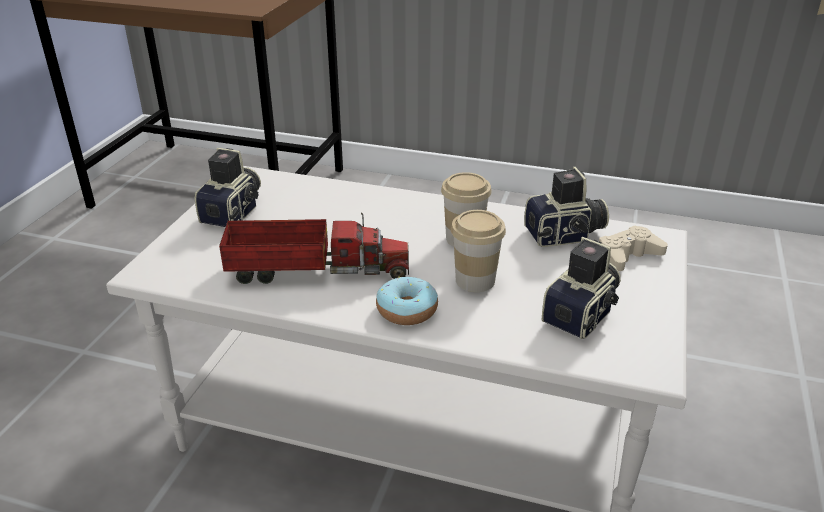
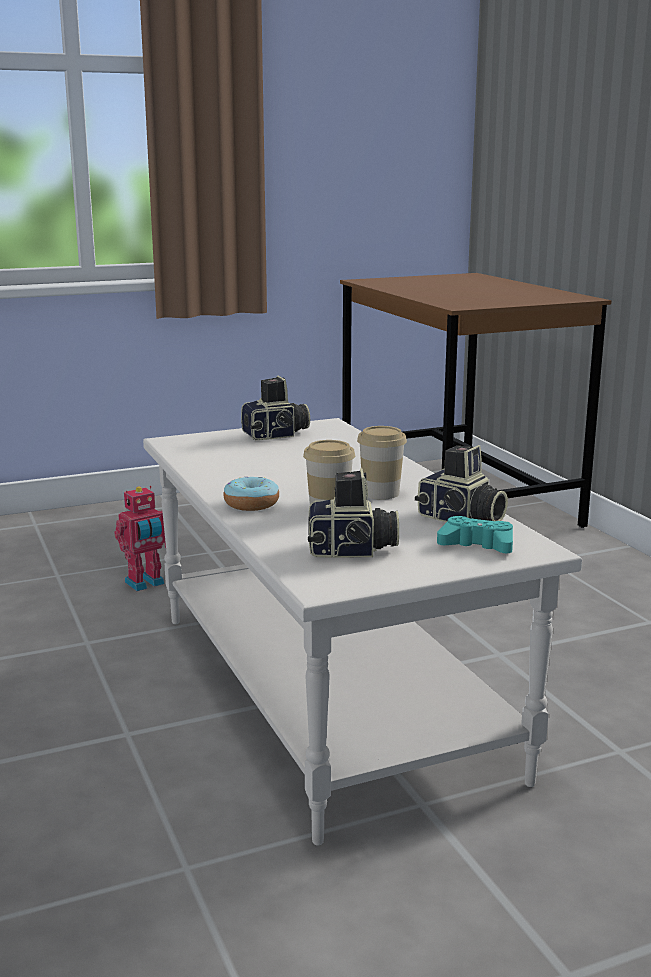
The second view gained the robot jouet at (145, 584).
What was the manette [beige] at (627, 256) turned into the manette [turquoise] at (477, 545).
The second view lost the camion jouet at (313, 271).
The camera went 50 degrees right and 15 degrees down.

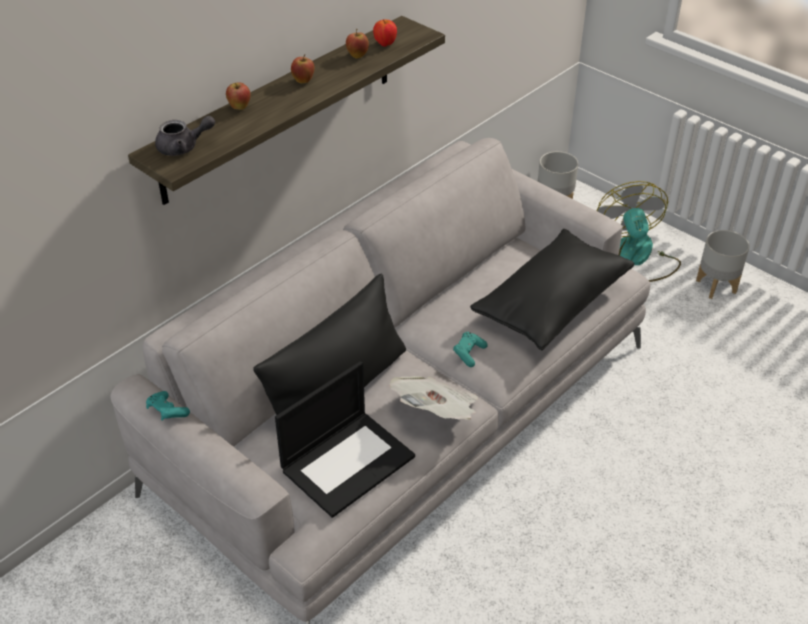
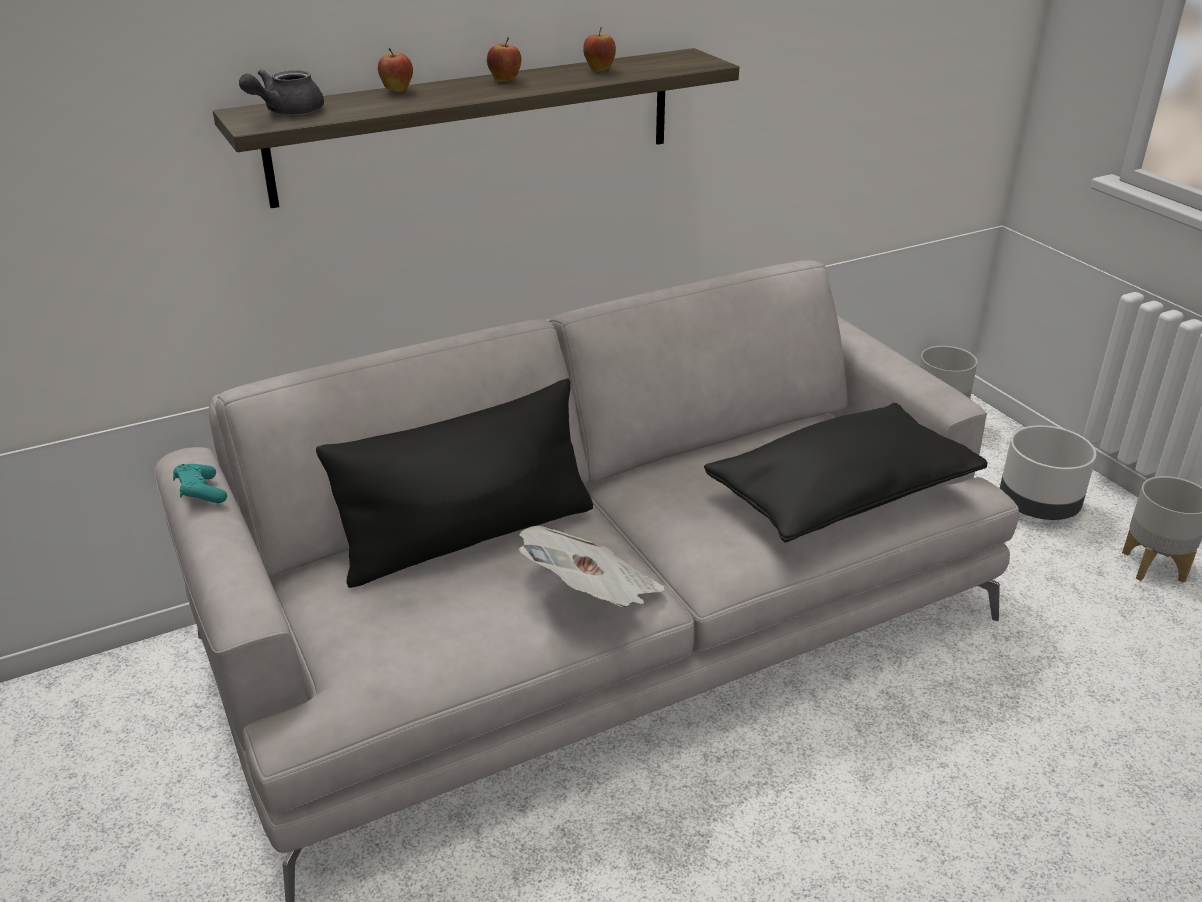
The théière [gris] at (183, 147) ended up facing another way, 120 degrees clockwise from before.
Where the ventilateur stood at (637, 258), the cache-pot [gris] came to stand at (1037, 506).
The second view lost the ordinateur portable at (348, 462).
The second view lost the pomme at (385, 44).
The second view lost the manette [turquoise] at (468, 353).
The camera went 20 degrees right and 10 degrees down.

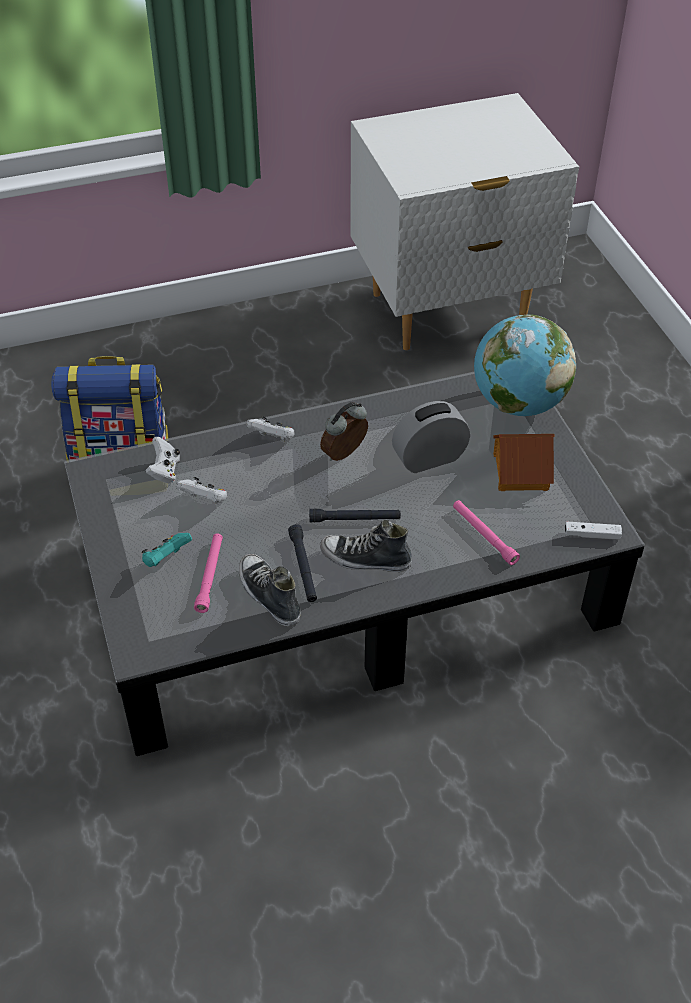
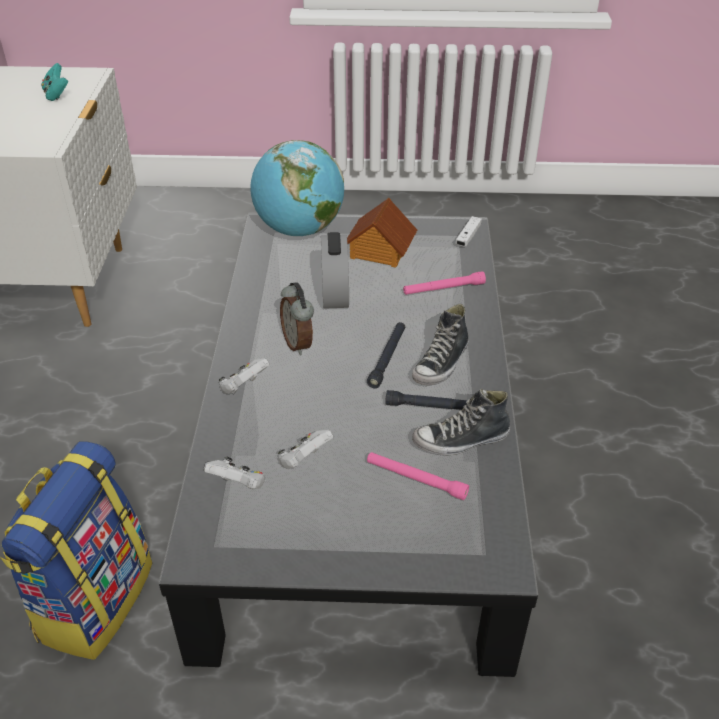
The manette [turquoise] ended up elsewhere, having gone from (166, 559) to (56, 94).
The camera went 70 degrees left and 5 degrees down.

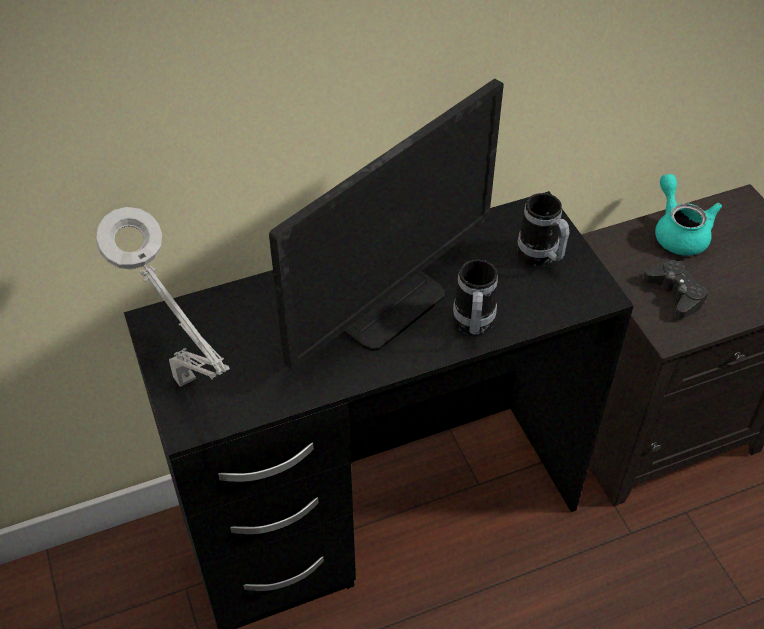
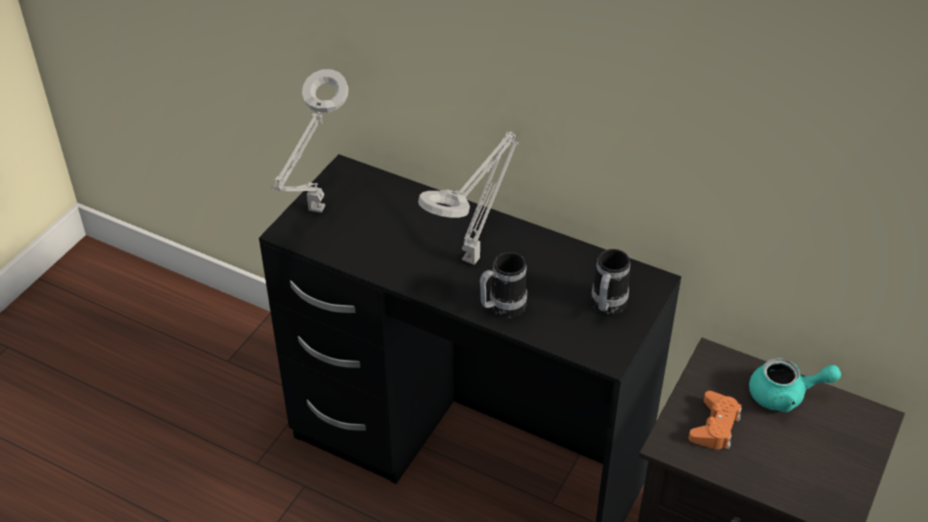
Where the écran d'ordinateur stood at (386, 304), the lampe de table [gris] came to stand at (473, 257).
What was the manette [noir] at (675, 293) turned into the manette [orange] at (715, 426).
The théière [turquoise] at (679, 232) ended up facing another way, 60 degrees clockwise from before.
The camera went 50 degrees right and 5 degrees down.

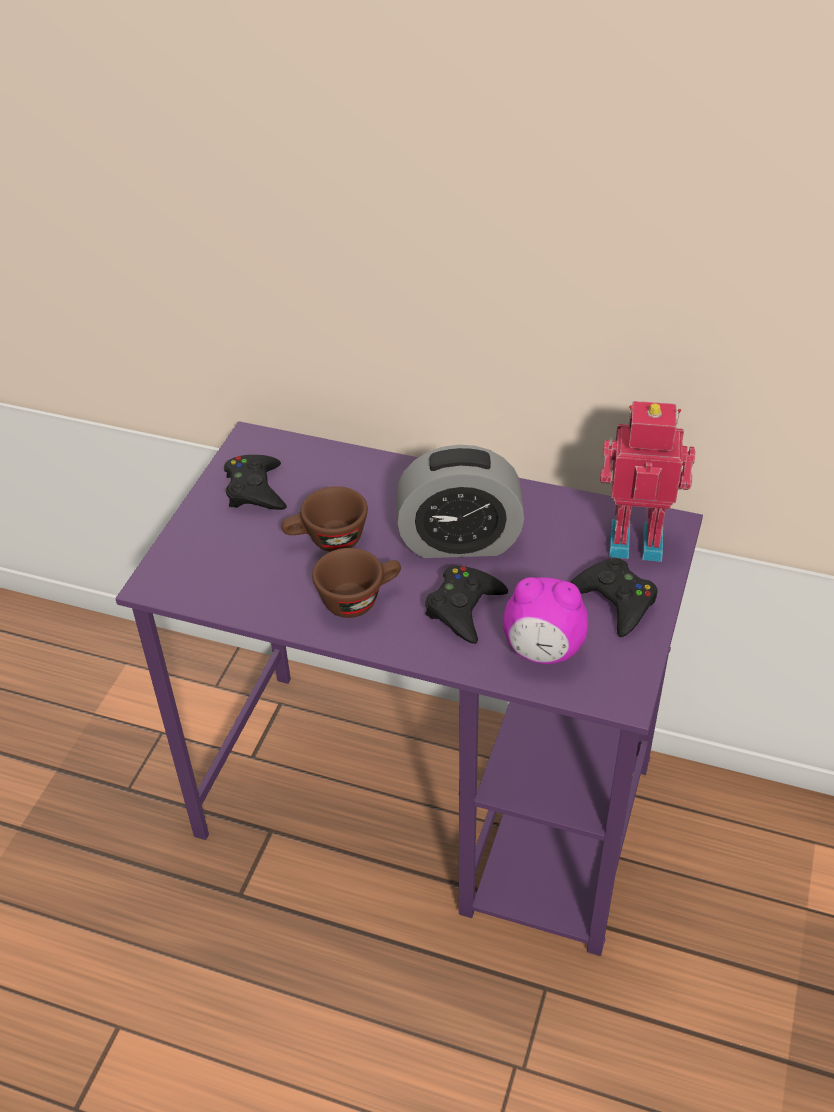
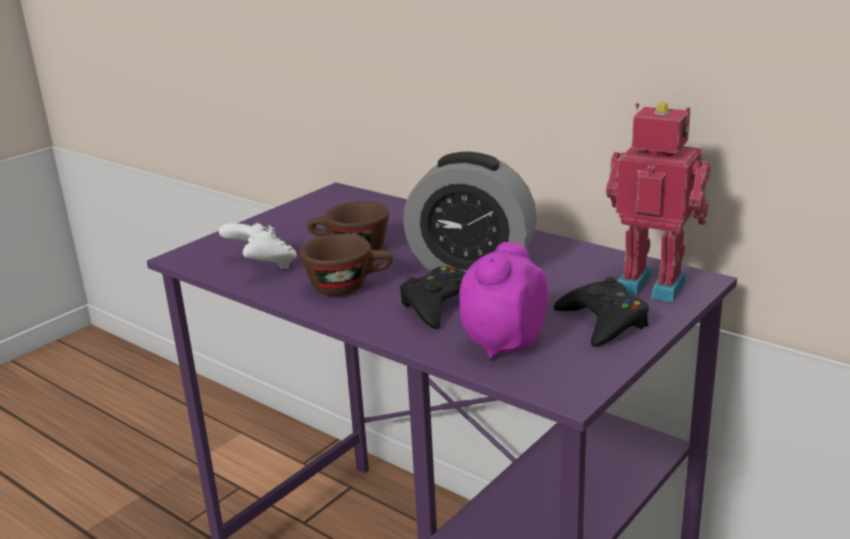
The second view gained the manette [blanc] at (262, 265).
The réveil at (543, 651) ended up facing another way, 90 degrees clockwise from before.
The second view lost the manette [noir] at (255, 489).
The camera went 20 degrees right and 20 degrees down.

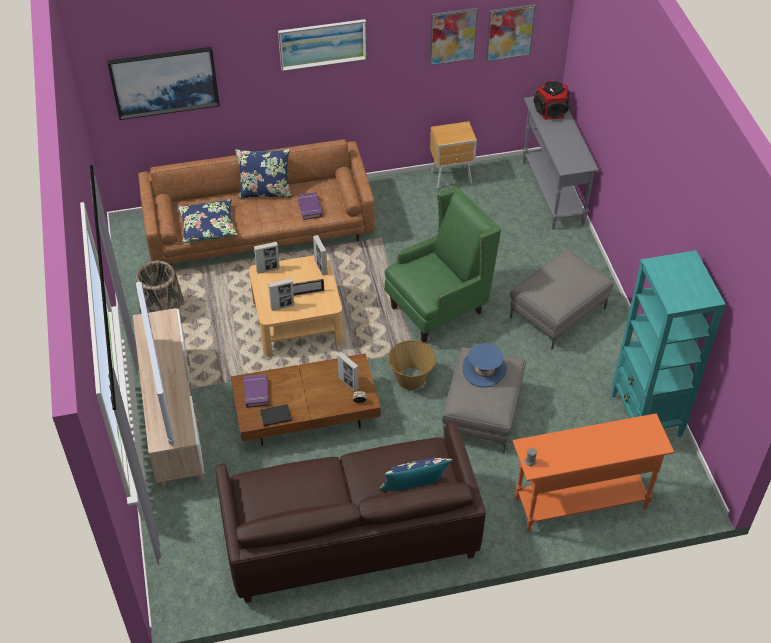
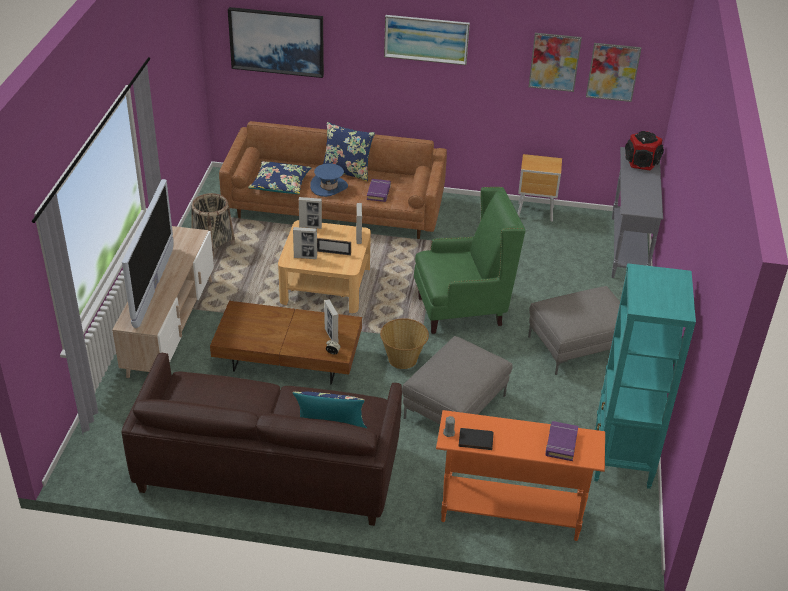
The chapeau [bleu] ended up elsewhere, having gone from (484, 370) to (329, 187).
The livre [noir] ended up elsewhere, having gone from (275, 415) to (476, 439).
The livre [violet] ended up elsewhere, having gone from (256, 392) to (561, 443).
The camera went 20 degrees right and 10 degrees down.

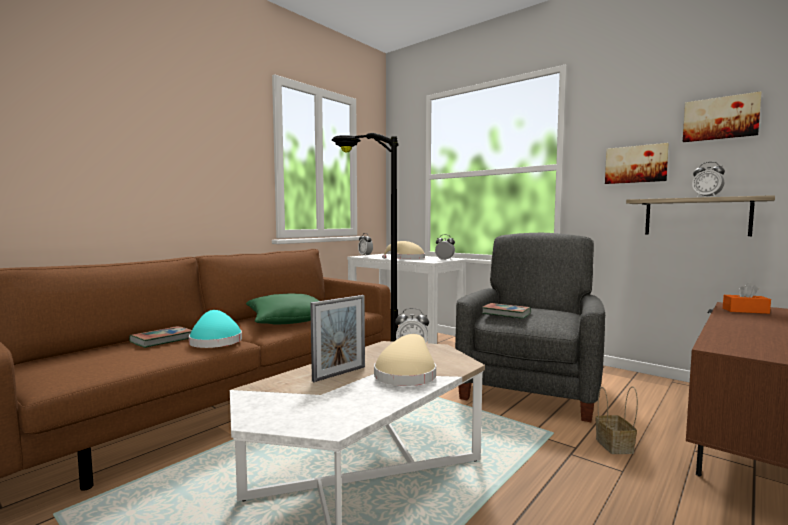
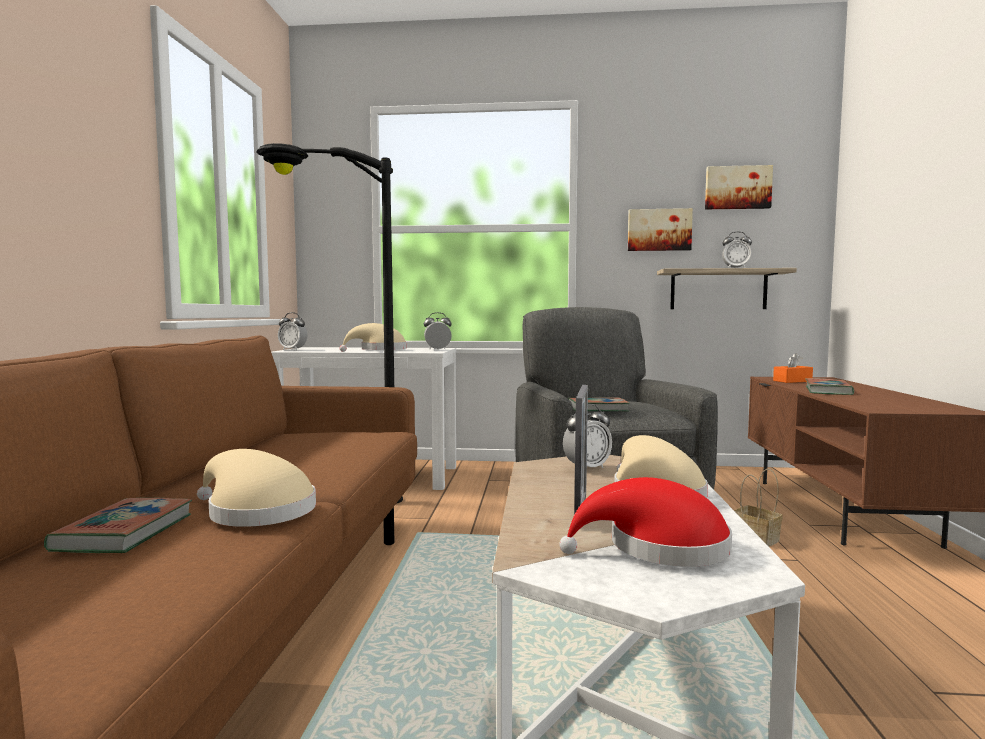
What was the chapeau [turquoise] at (215, 341) turned into the chapeau [beige] at (256, 511).
The second view gained the chapeau [rouge] at (658, 548).
The second view gained the livre at (828, 391).
The second view lost the coussin [vert] at (289, 321).
The camera went 35 degrees left and 0 degrees up.

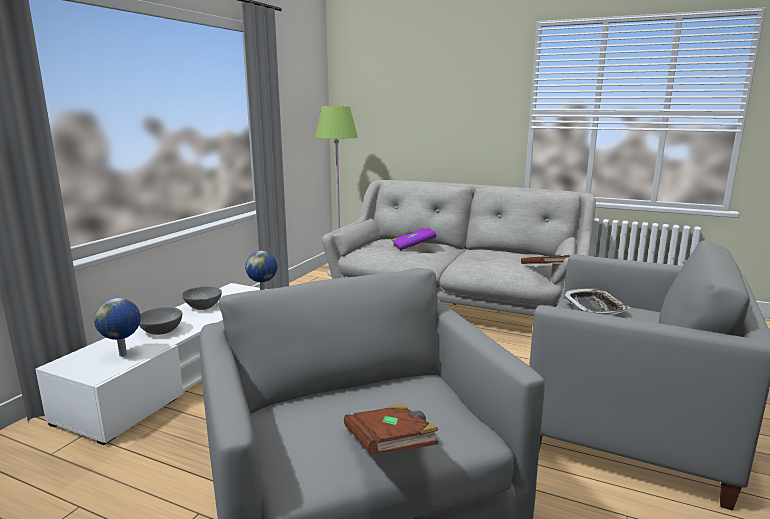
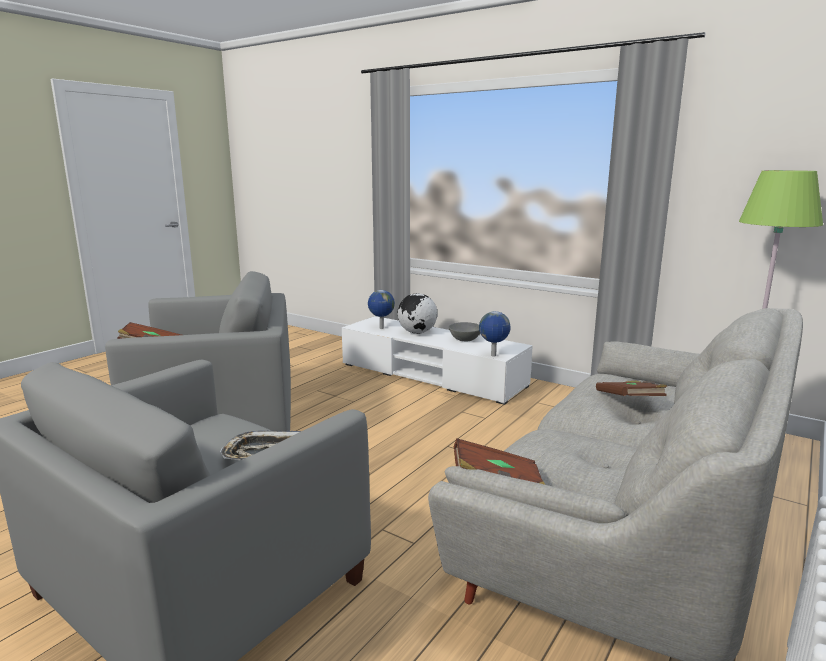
Where the bol [gris] stood at (161, 331), the globe came to stand at (417, 333).
What was the livre [violet] at (413, 246) turned into the livre [marron] at (629, 402).
The camera went 100 degrees right and 0 degrees up.

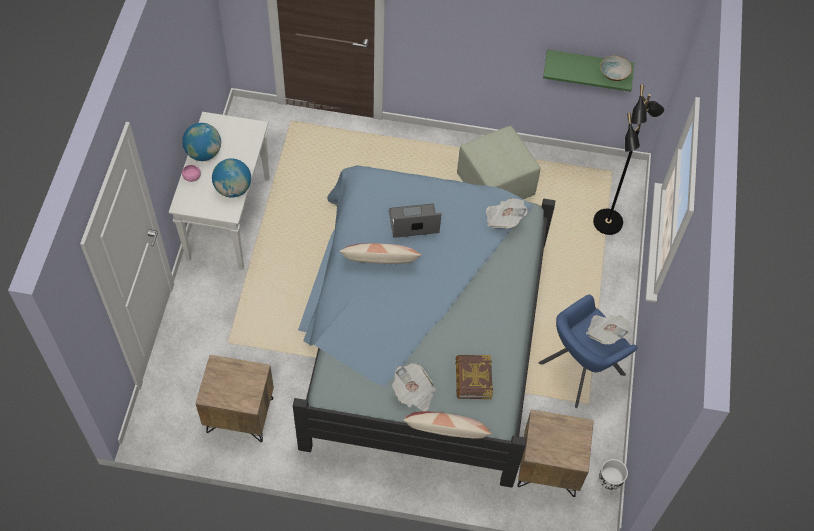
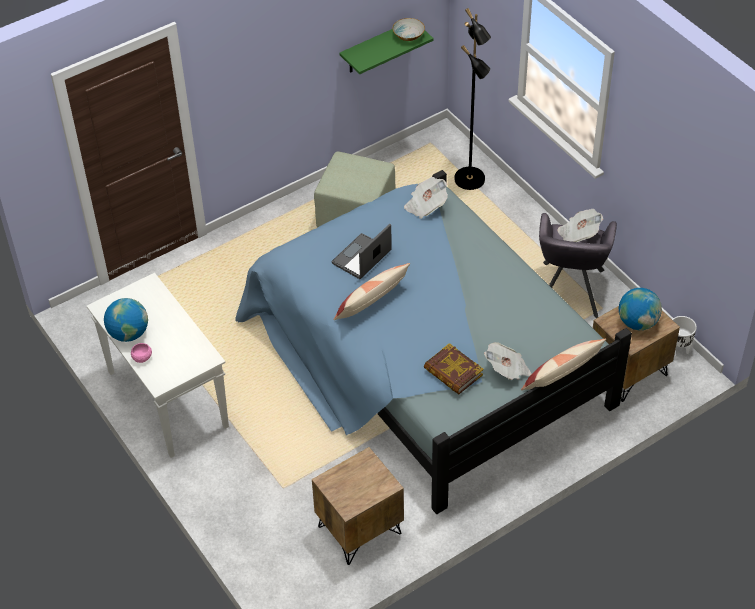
The livre ended up elsewhere, having gone from (473, 379) to (453, 372).
What was the fauteuil [bleu] at (580, 368) turned into the fauteuil [gris] at (569, 290).
The globe ended up elsewhere, having gone from (233, 189) to (637, 322).
The camera went 40 degrees left and 10 degrees down.

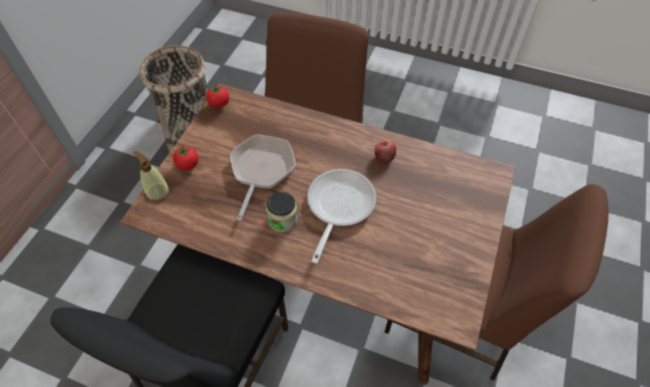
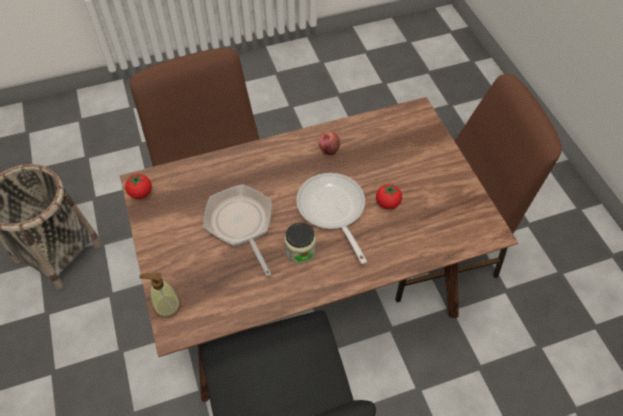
The tomate ended up elsewhere, having gone from (188, 165) to (387, 203).
The camera went 40 degrees left and 0 degrees up.

